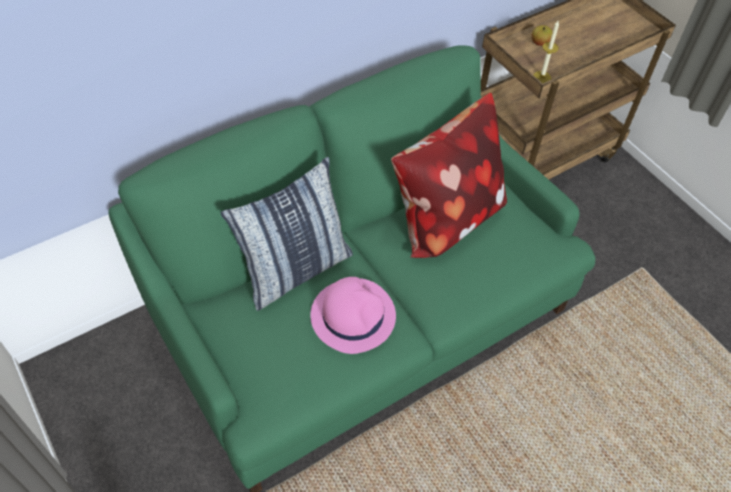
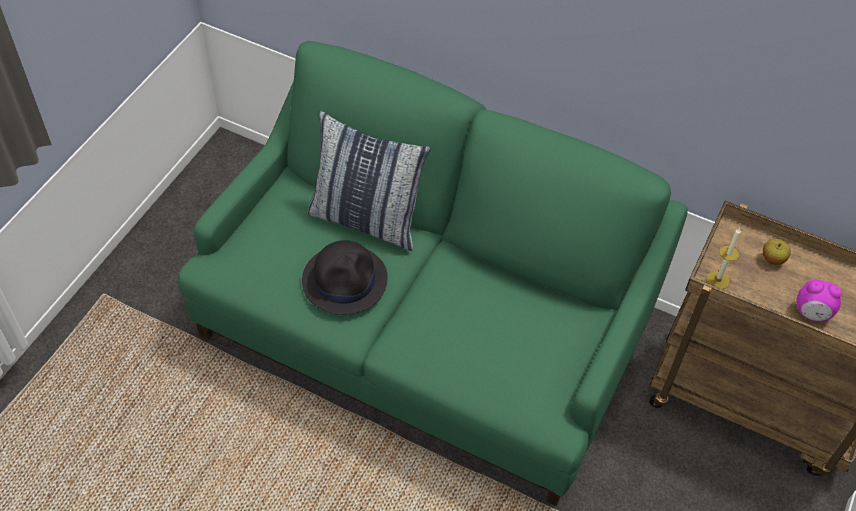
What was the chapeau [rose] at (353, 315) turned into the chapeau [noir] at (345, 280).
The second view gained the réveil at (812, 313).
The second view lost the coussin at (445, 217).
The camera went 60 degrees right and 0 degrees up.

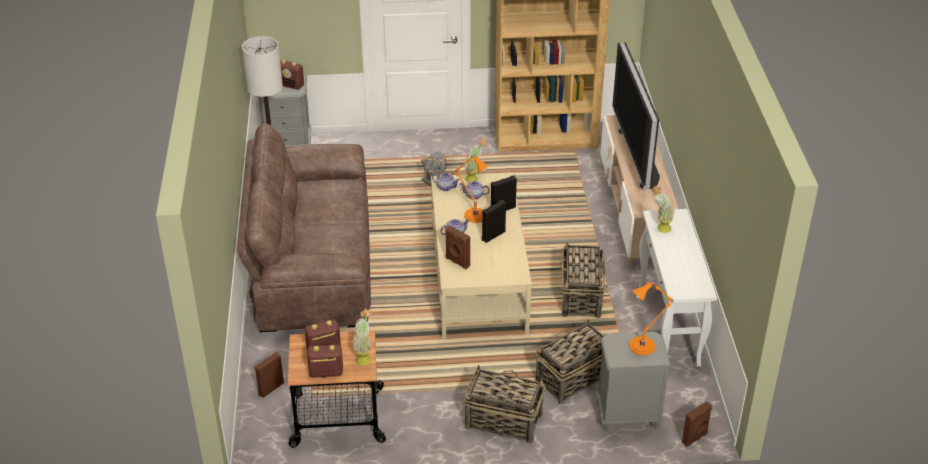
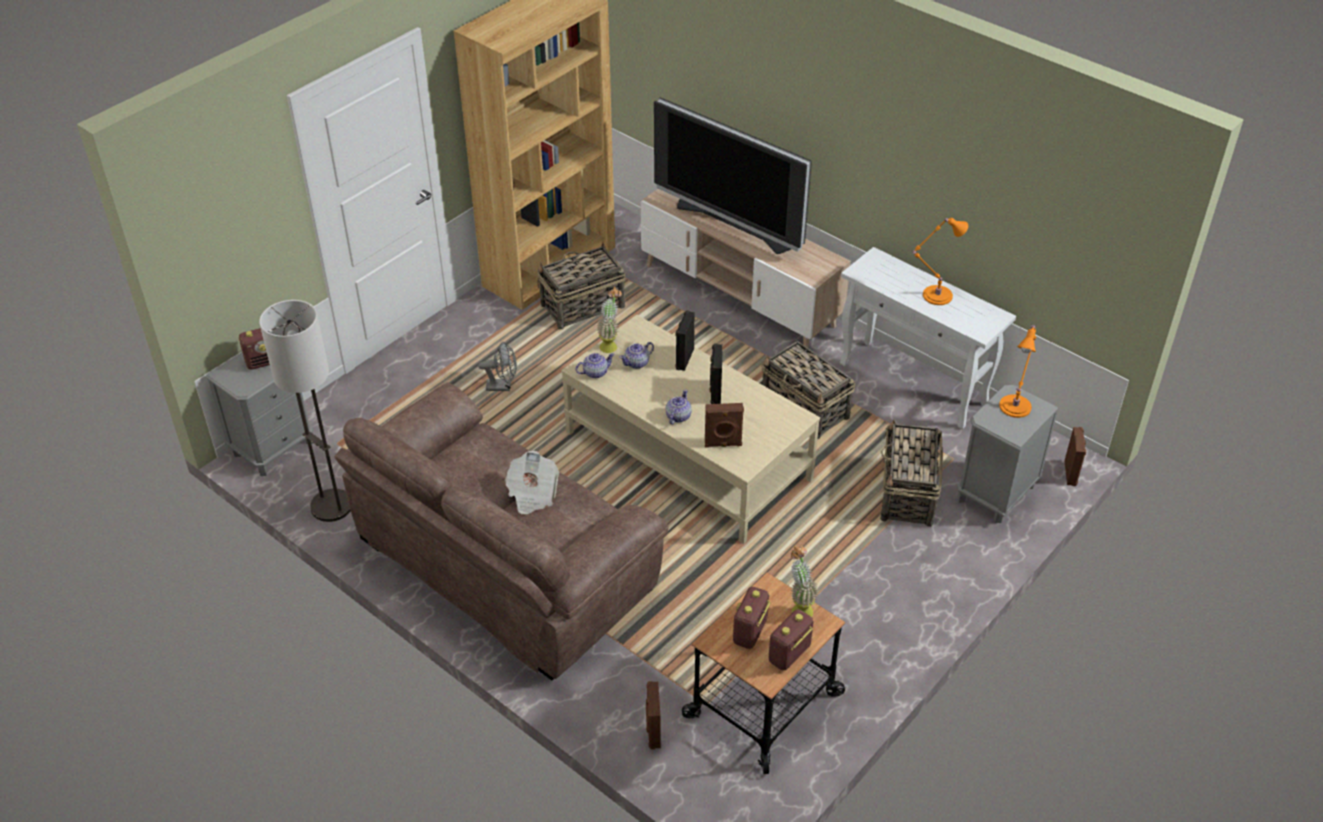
The second view gained the journal at (532, 494).
The panier ended up elsewhere, having gone from (502, 421) to (582, 306).
The lampe de table [orange] ended up elsewhere, having gone from (473, 214) to (934, 295).
The second view lost the plante en pot at (660, 228).
The camera went 45 degrees left and 5 degrees up.

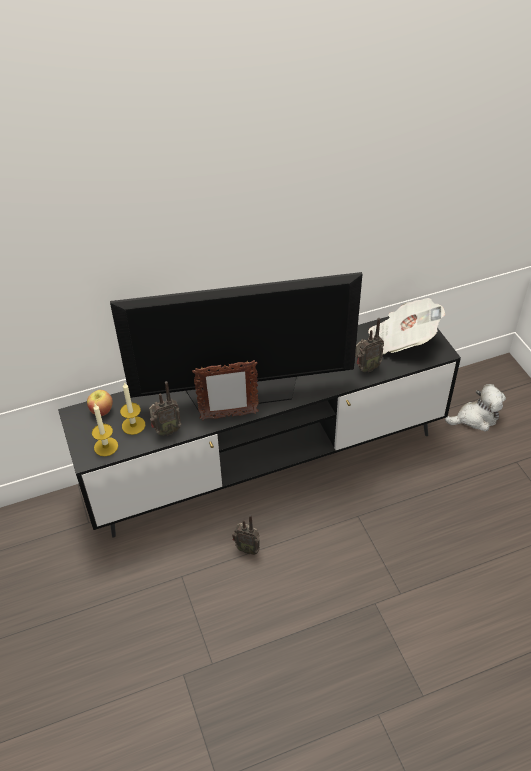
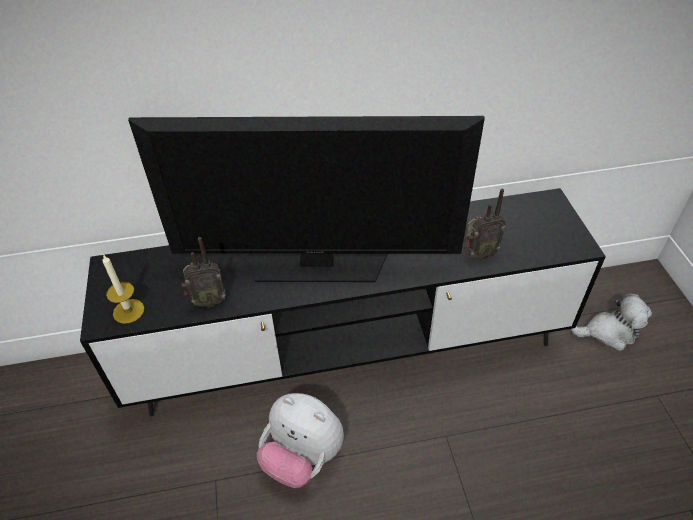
Where the radio stood at (247, 548), the peluche came to stand at (302, 457).
The second view lost the pomme at (101, 410).
The second view lost the bougie at (133, 425).
The second view lost the cadre photo at (228, 416).
The second view lost the journal at (402, 339).
The camera went 10 degrees right and 0 degrees up.

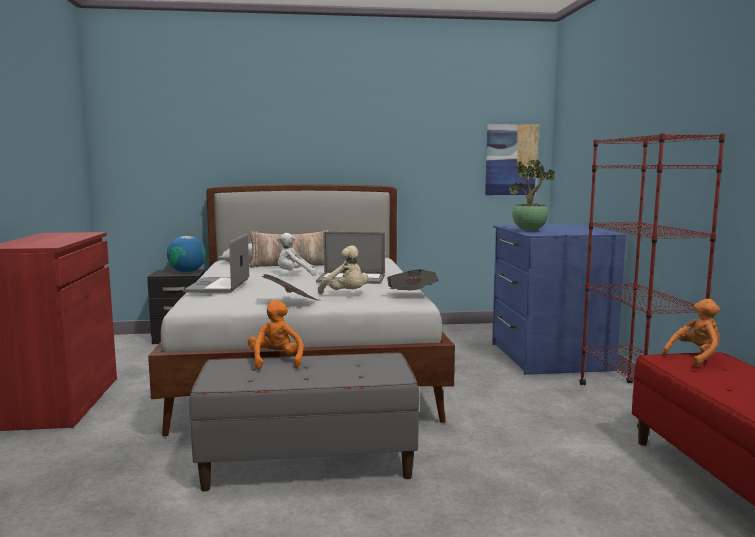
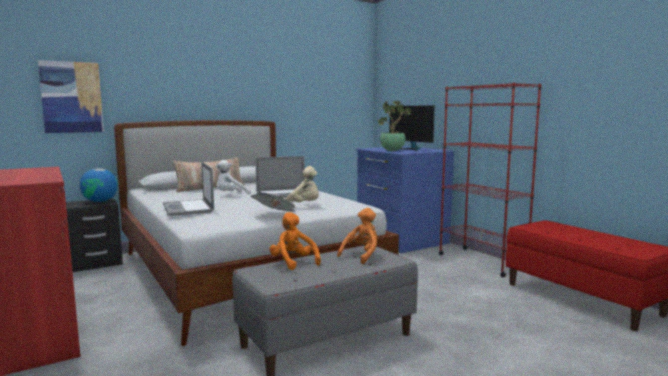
The tableau ended up elsewhere, having gone from (511, 160) to (72, 97).
The peluche [orange] ended up elsewhere, having gone from (695, 357) to (361, 255).
The second view gained the écran d'ordinateur at (411, 149).
The second view lost the journal at (412, 295).
The camera went 25 degrees left and 0 degrees up.

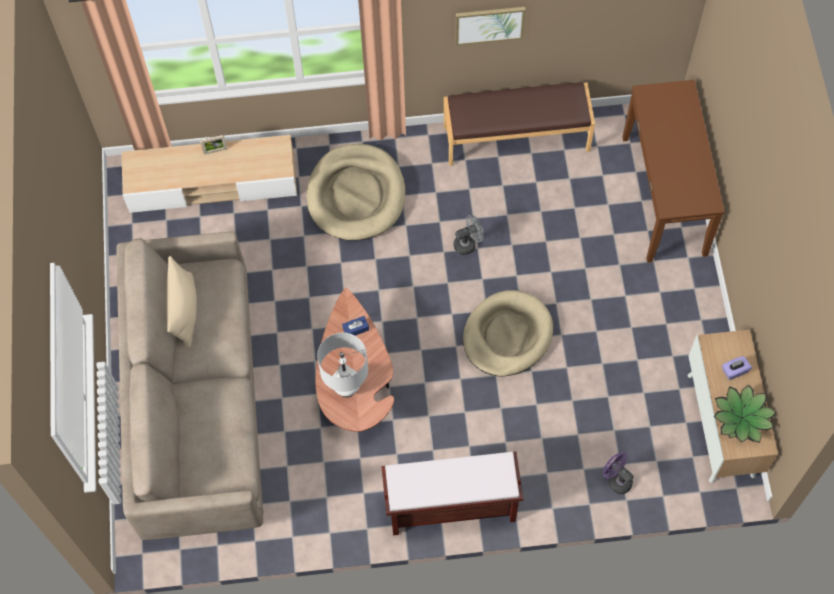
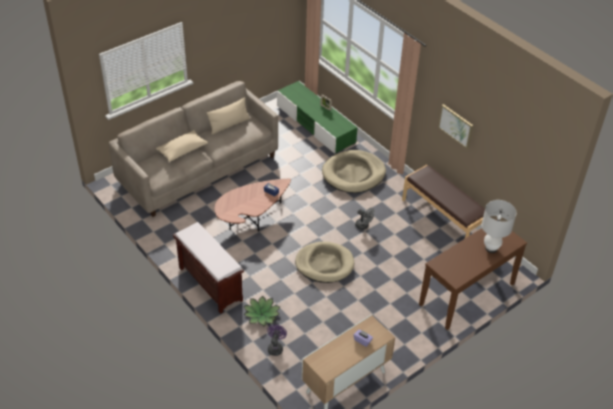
The second view gained the coussin [beige] at (182, 150).
The plante en pot ended up elsewhere, having gone from (742, 417) to (262, 315).
What was the meuble télé [beige] at (212, 183) turned into the meuble télé [vert] at (315, 124).
The lampe de table [blanc] ended up elsewhere, having gone from (347, 388) to (491, 248).
The camera went 55 degrees right and 20 degrees down.

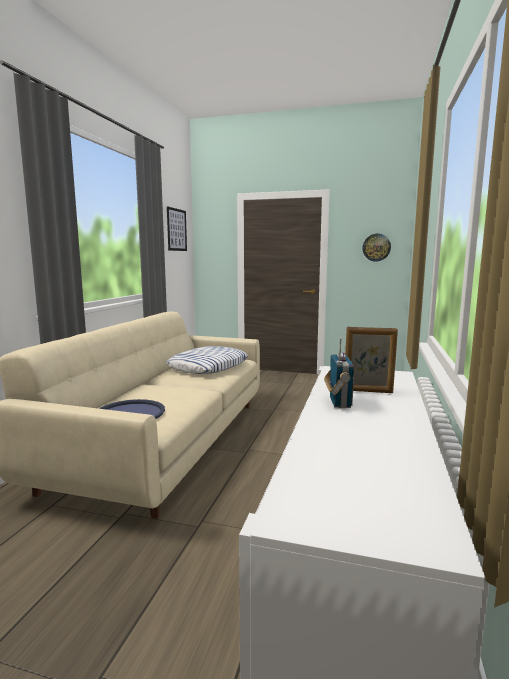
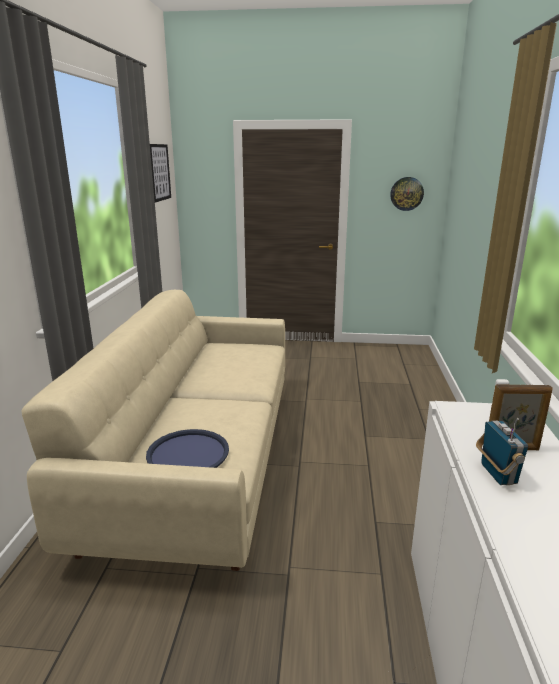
The second view lost the coussin at (208, 366).
The camera went 10 degrees left and 10 degrees up.

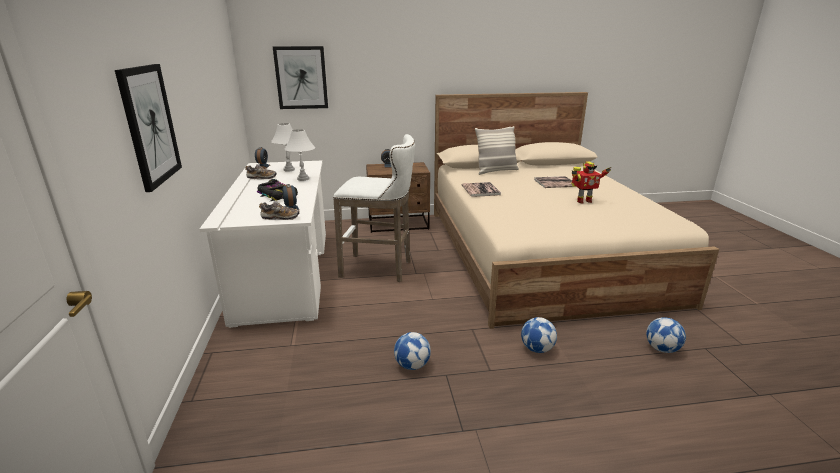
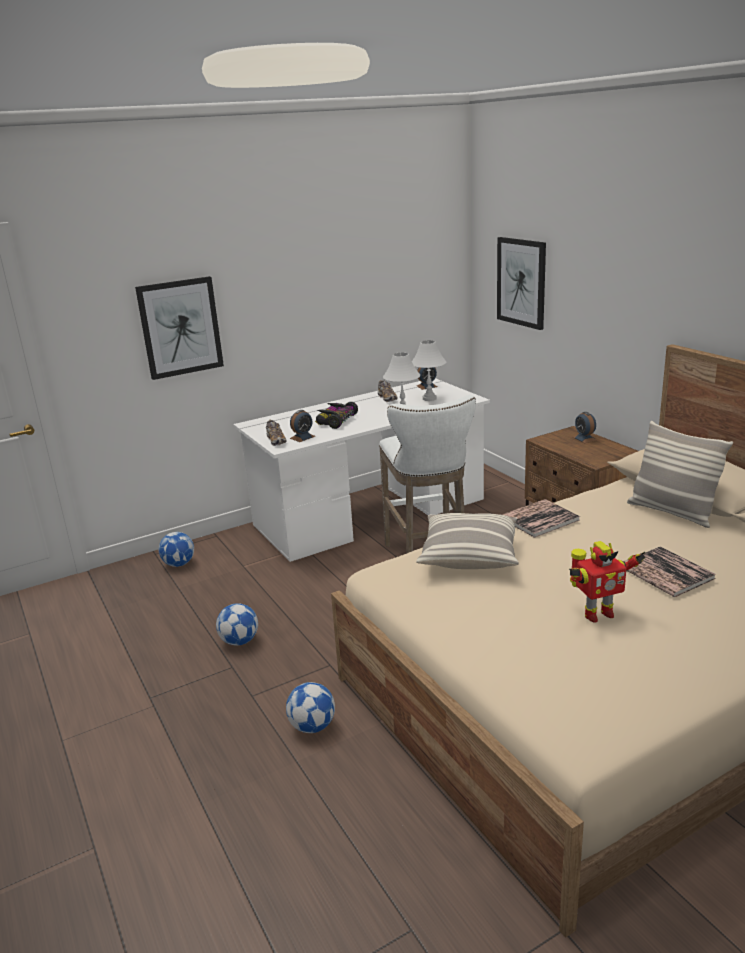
The ballon de foot ended up elsewhere, having gone from (662, 349) to (179, 564).
The second view gained the coussin at (469, 555).
The robot jouet at (583, 201) ended up facing another way, 75 degrees counterclockwise from before.
The camera went 70 degrees right and 0 degrees up.

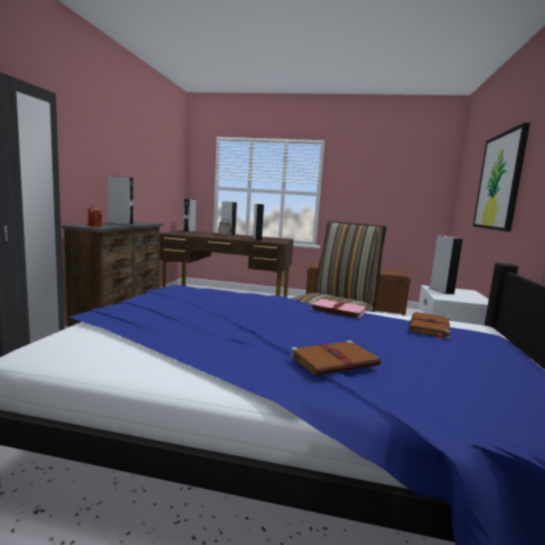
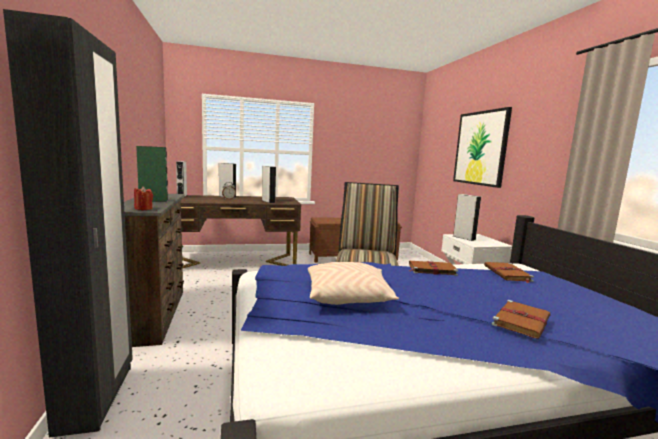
What was the enceinte [gris] at (121, 224) turned into the enceinte [vert] at (153, 200).
The second view gained the coussin [beige] at (348, 297).
What was the livre [rose] at (337, 310) turned into the livre [marron] at (431, 269).
The camera went 25 degrees left and 0 degrees up.

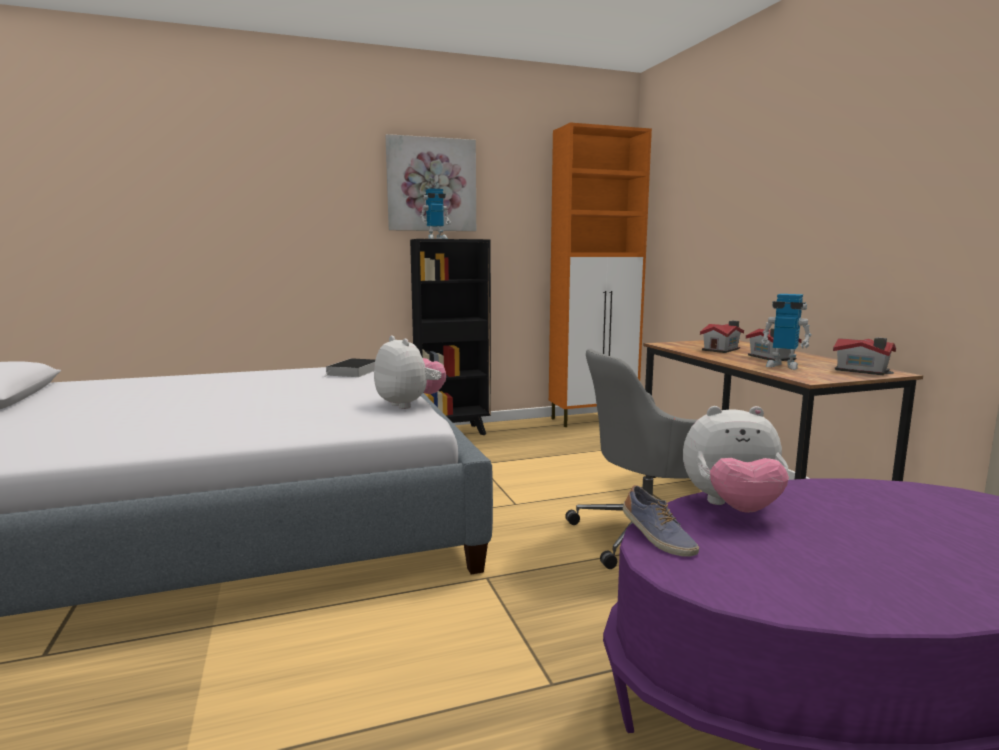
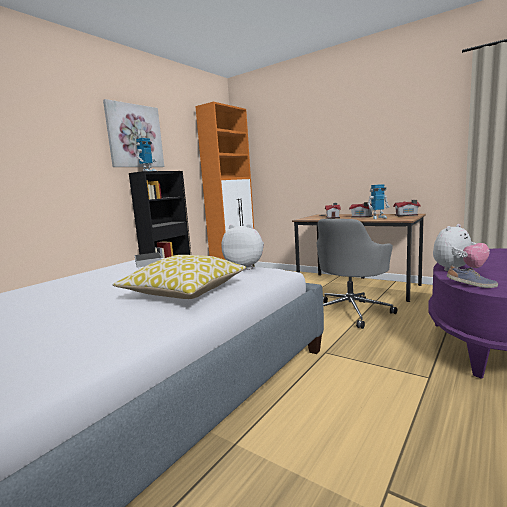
The second view gained the coussin at (184, 292).
The camera went 35 degrees left and 0 degrees up.

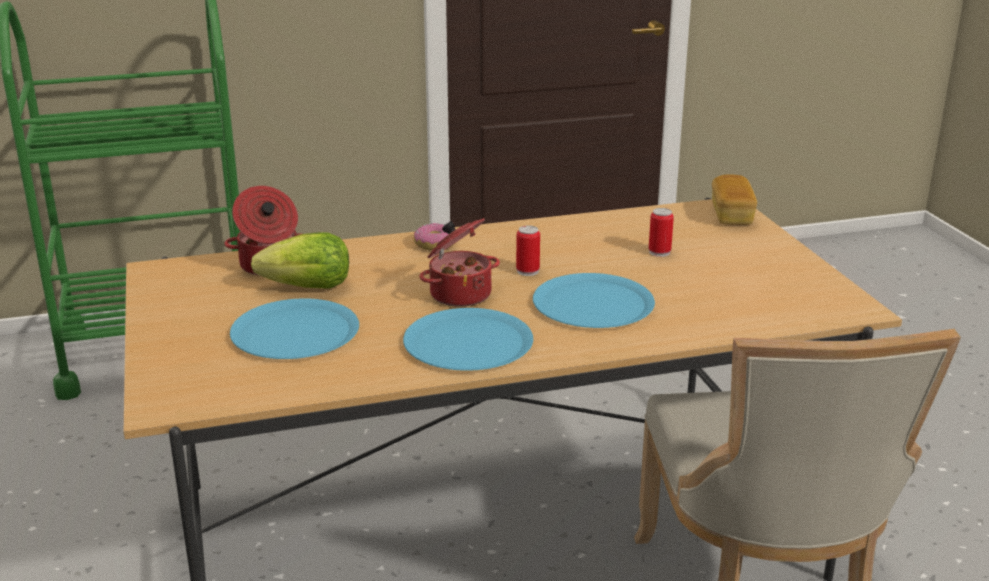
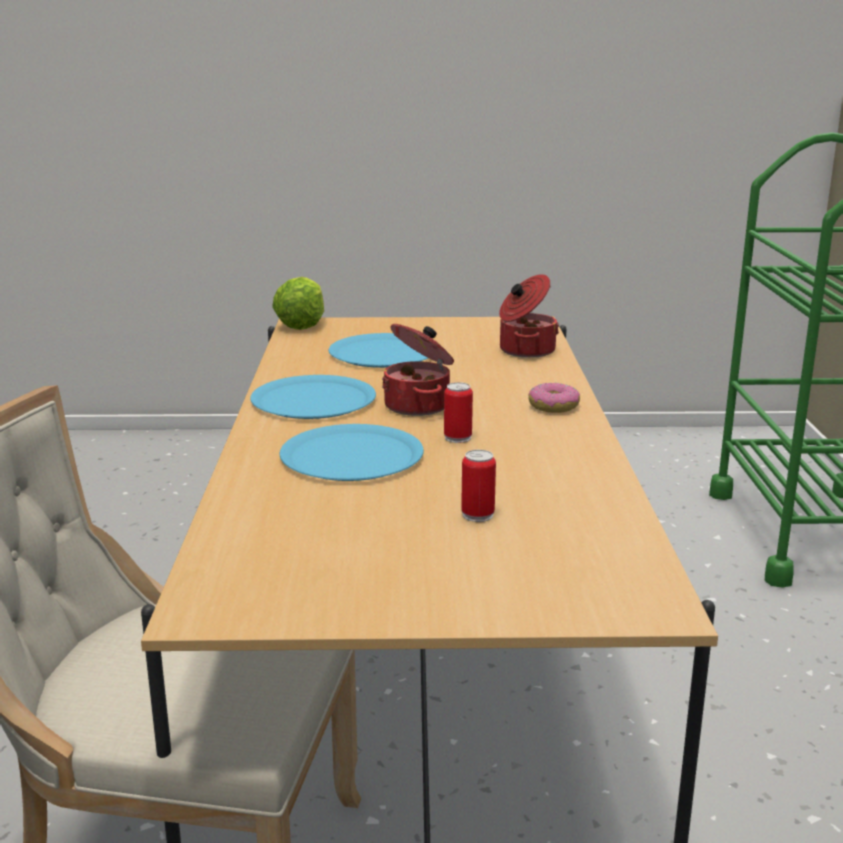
The laitue ended up elsewhere, having gone from (308, 288) to (301, 325).
The second view lost the pain at (731, 215).
The camera went 105 degrees right and 5 degrees down.

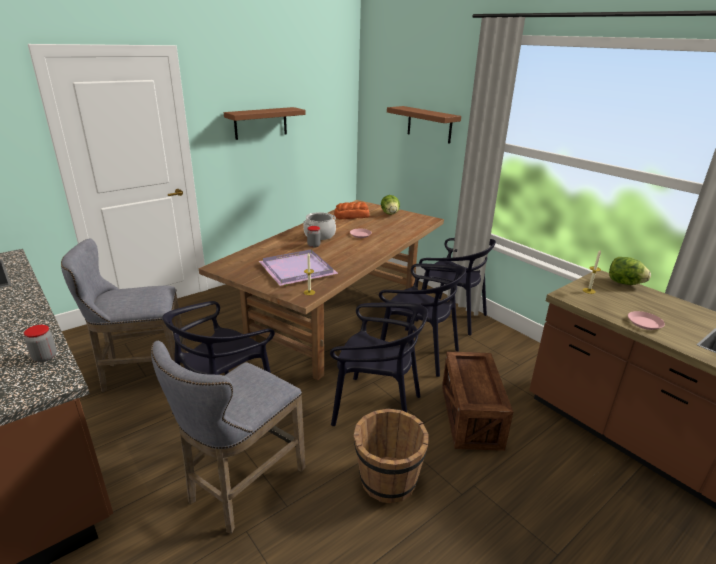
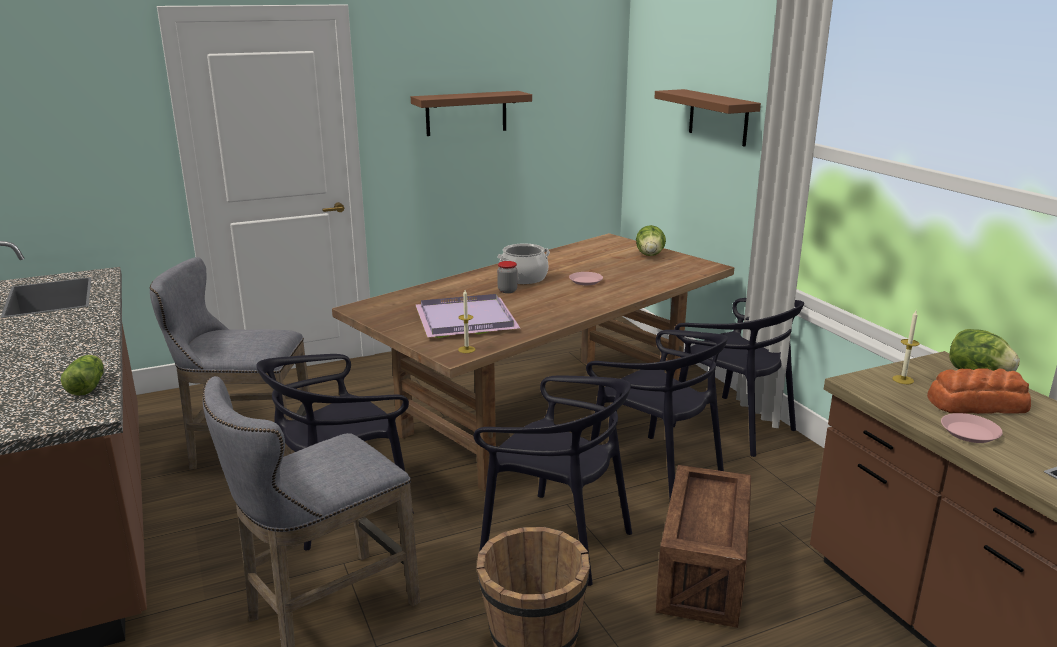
Where the bocal stood at (45, 357), the laitue came to stand at (88, 386).
The pain ended up elsewhere, having gone from (351, 216) to (975, 404).
The camera went 15 degrees right and 5 degrees down.

